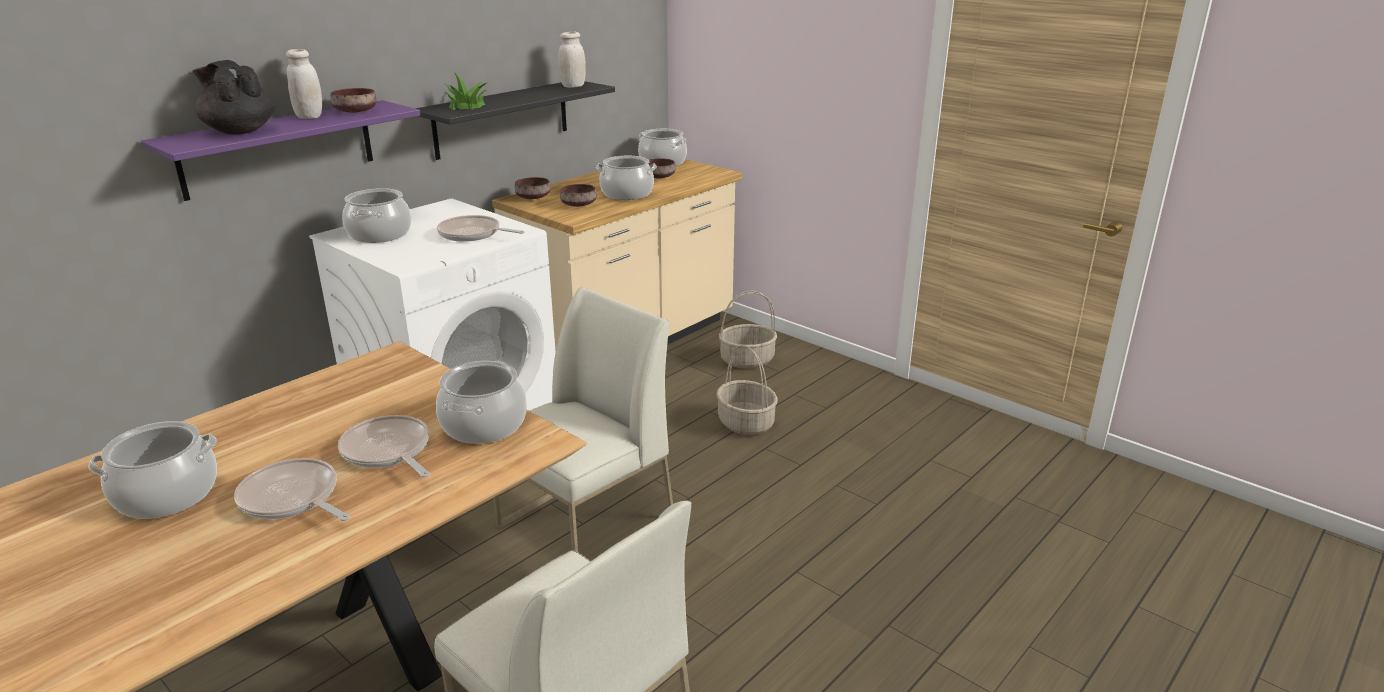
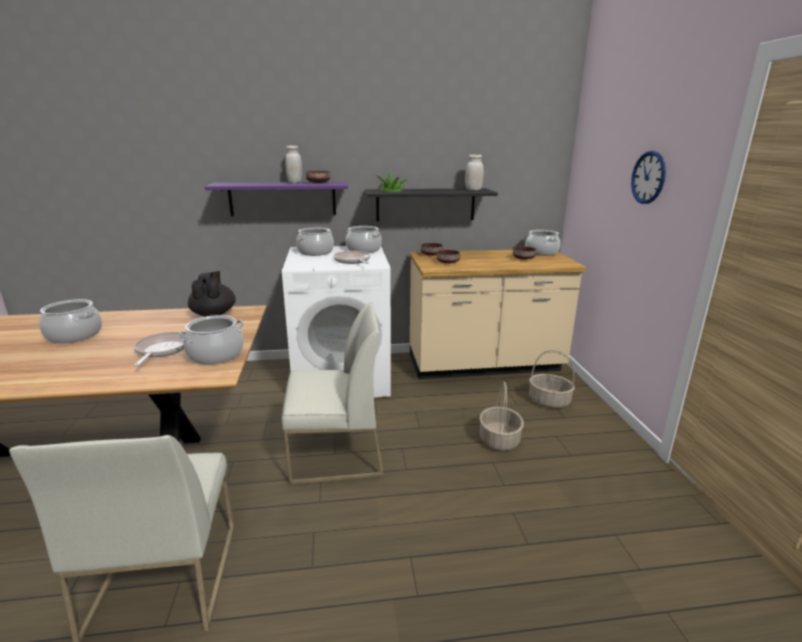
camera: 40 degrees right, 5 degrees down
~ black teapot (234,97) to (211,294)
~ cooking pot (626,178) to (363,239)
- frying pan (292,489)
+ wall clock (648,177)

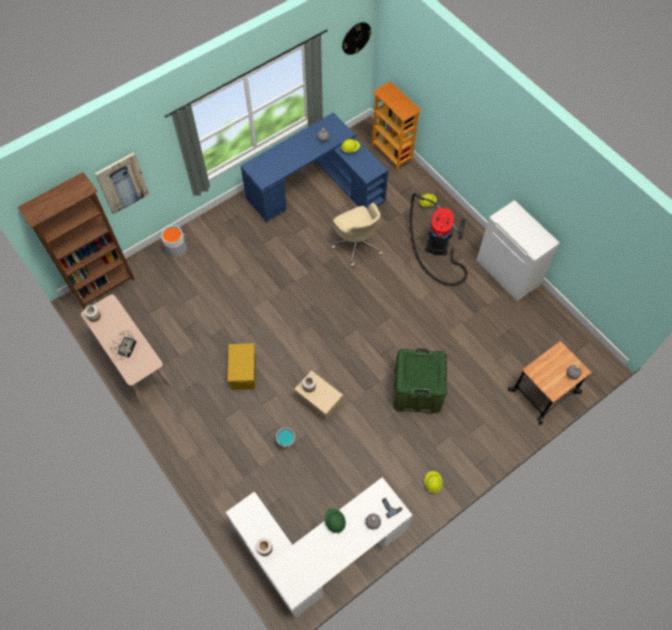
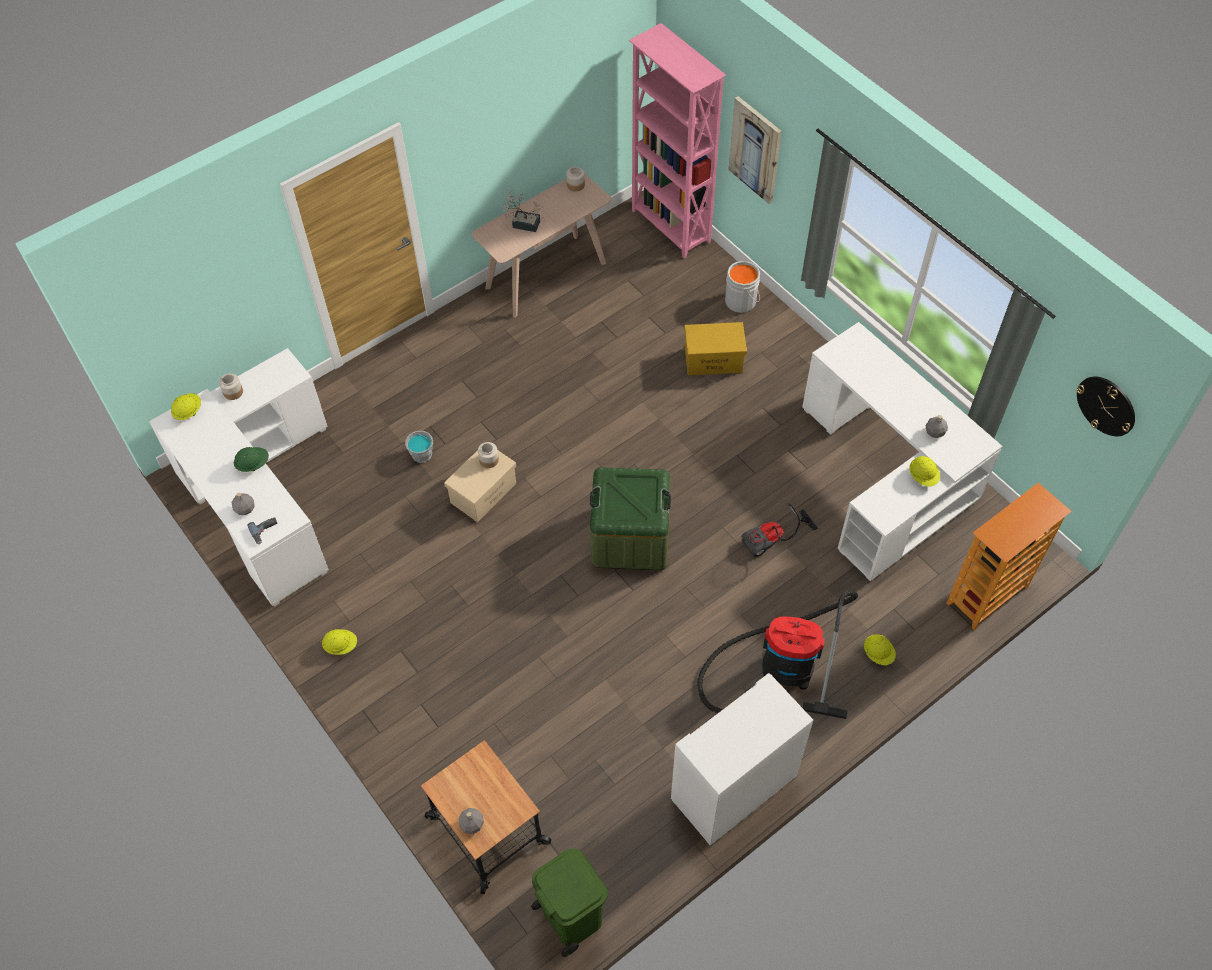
camera: 90 degrees right, 5 degrees down
~ blue desk (314,167) to white desk (902,451)
~ brown bookcase (75,240) to pink bookcase (677,140)
~ beige office chair (357,235) to vacuum cleaner (779,530)
~ yellow storage box (241,366) to (715,348)
~ green storage box (420,380) to (630,518)
+ yellow hard hat (186,406)
+ green trash can (569,903)

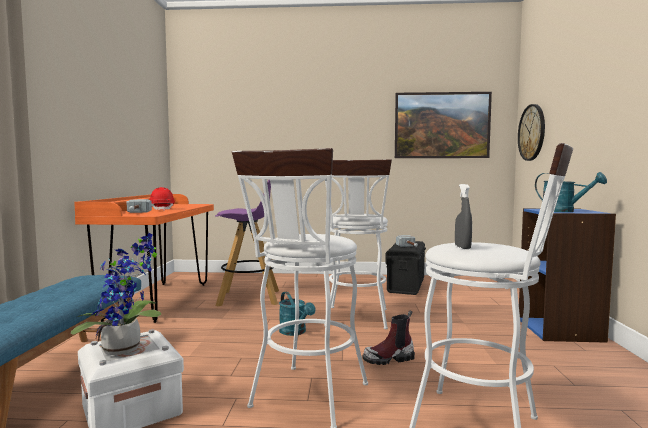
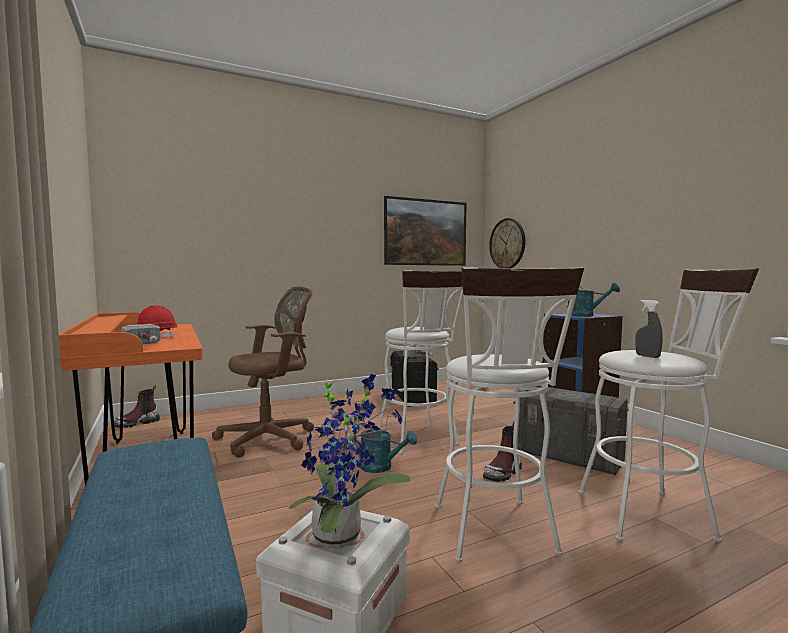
camera: 30 degrees left, 0 degrees up
~ purple stool (247,243) to brown office chair (263,372)
+ boot (137,406)
+ grey storage box (571,430)

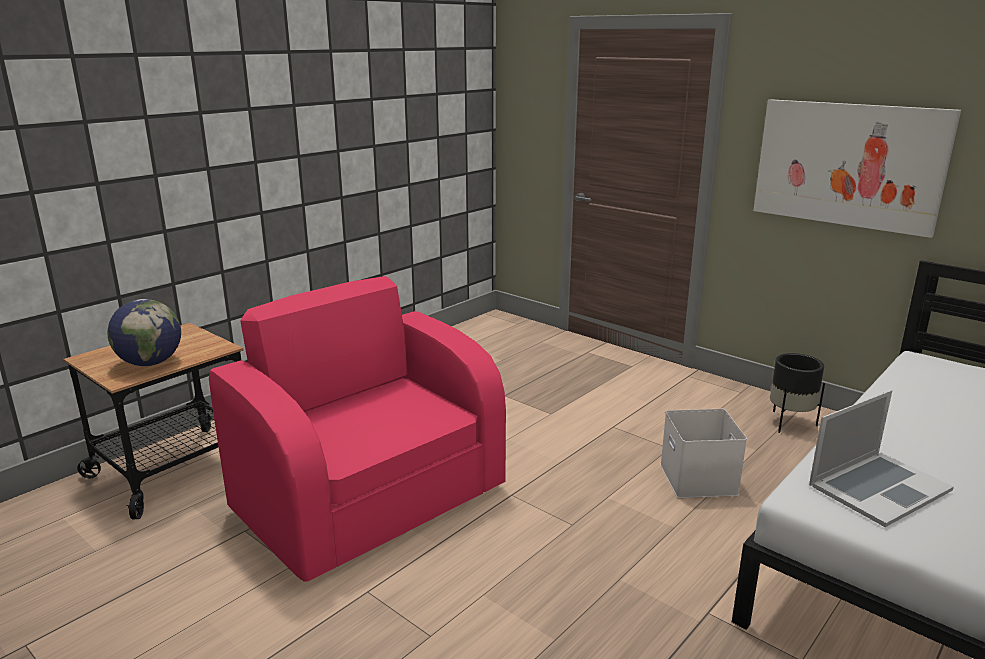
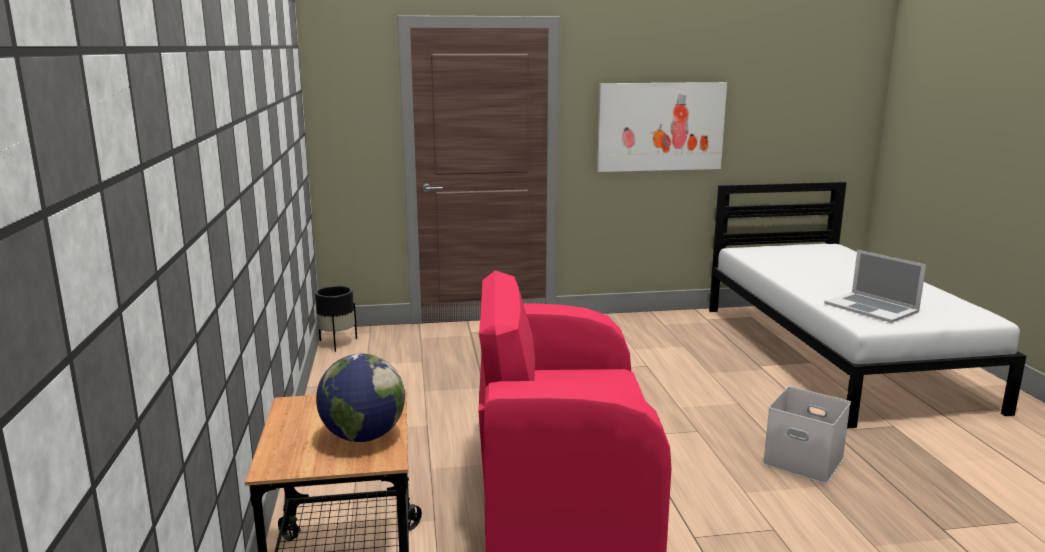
camera: 50 degrees left, 5 degrees down
~ black planter (797,393) to (336,319)
~ laptop (881,458) = (875,286) 135 degrees clockwise
~ white storage box (703,453) to (807,435)

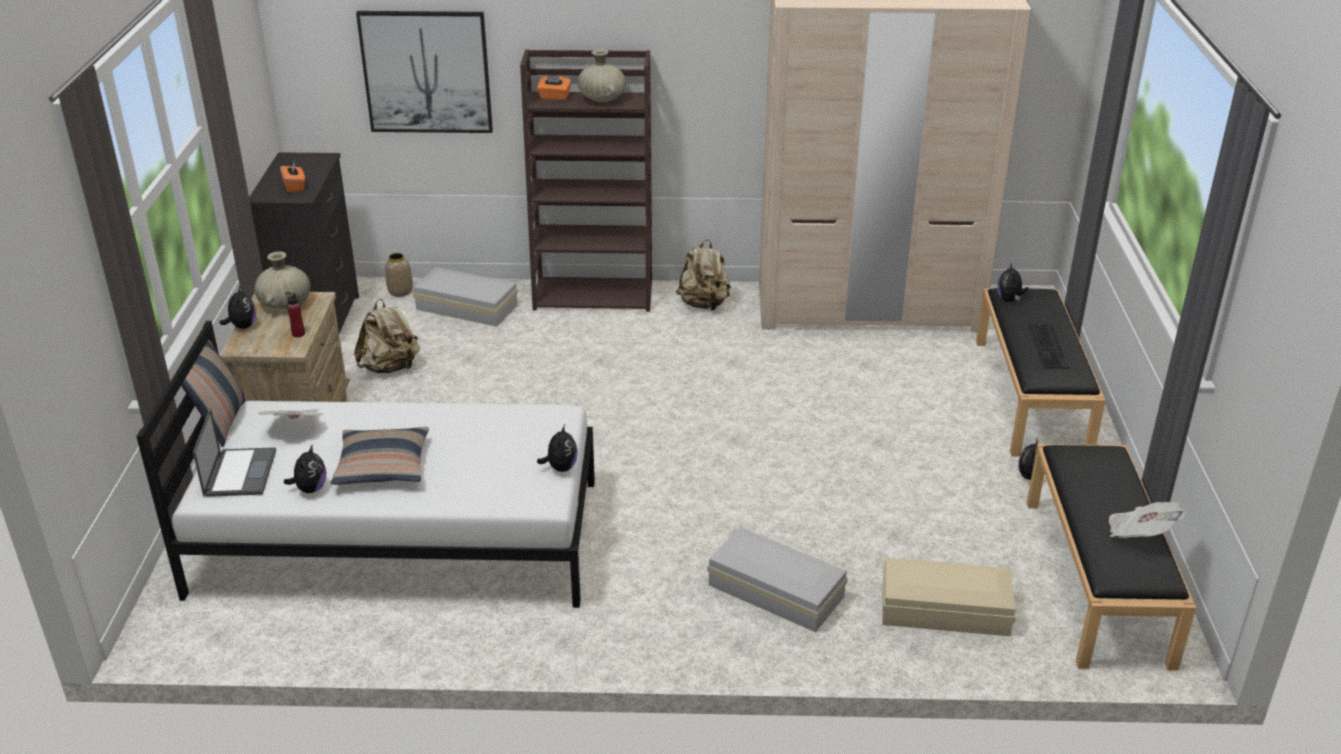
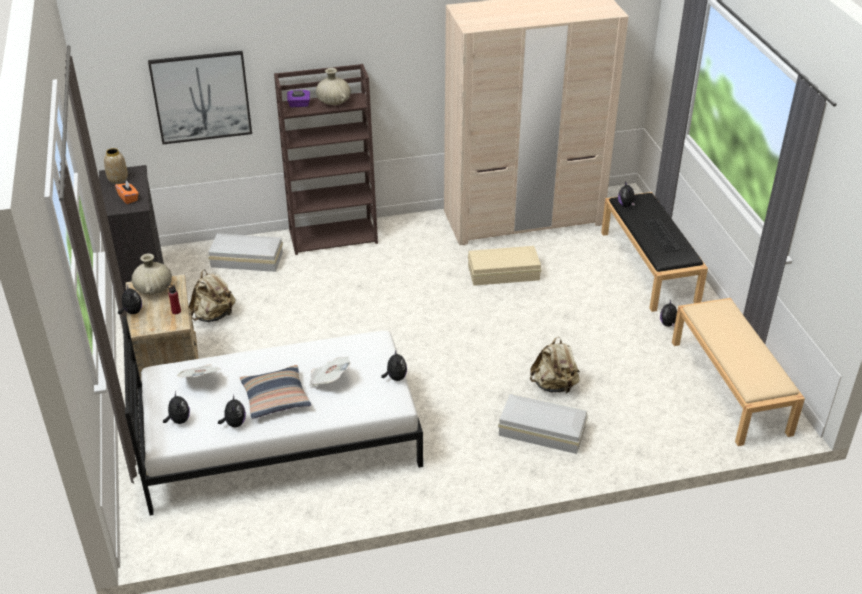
camera: 15 degrees left, 5 degrees up
~ orange tissue box (554,87) to purple tissue box (298,98)
~ beige backpack (703,275) to (555,365)
~ vase (399,275) to (116,166)
- pillow (214,393)
~ laptop (234,452) to plush toy (176,407)
~ black bench (1111,557) to beige bench (738,372)
~ newspaper (1147,520) to (330,371)
~ beige storage box (949,597) to (505,266)

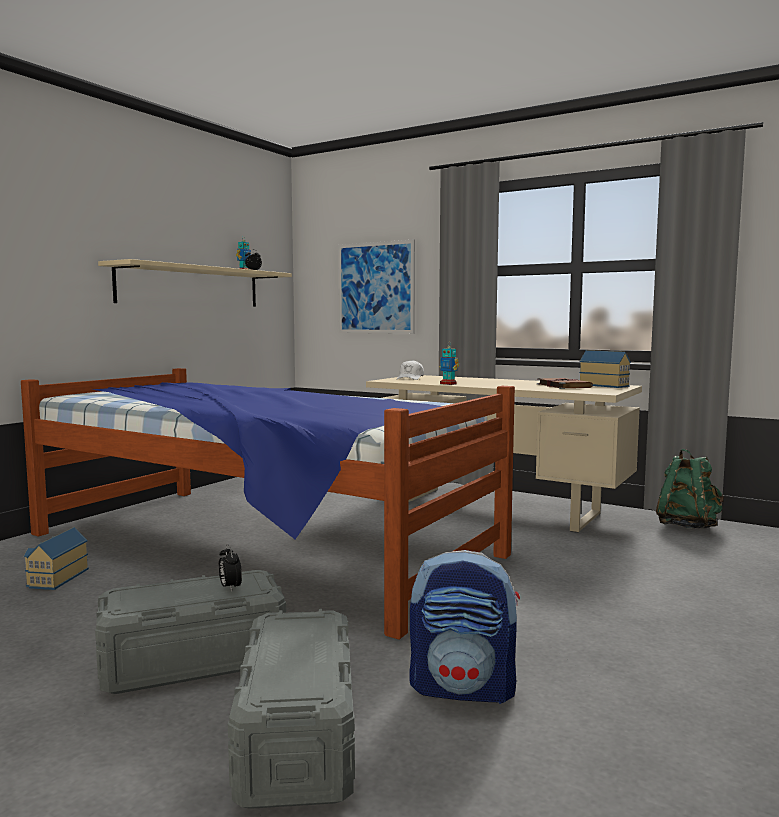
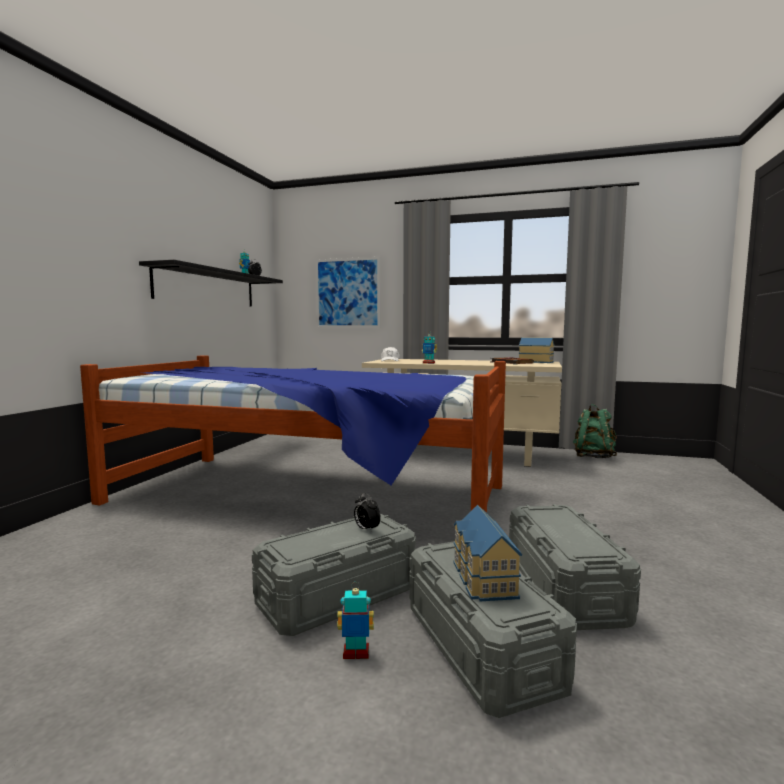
camera: 15 degrees left, 0 degrees up
~ beige shelf (195,283) to black shelf (211,283)
~ toy house (56,558) to (488,553)
~ backpack (465,627) to grey storage box (575,567)
+ toy robot (355,620)

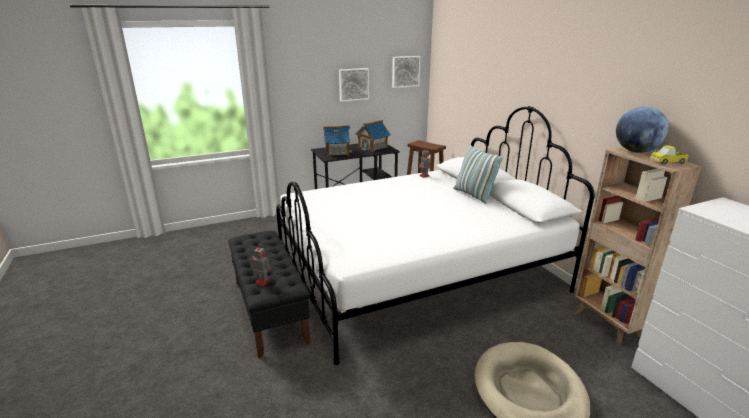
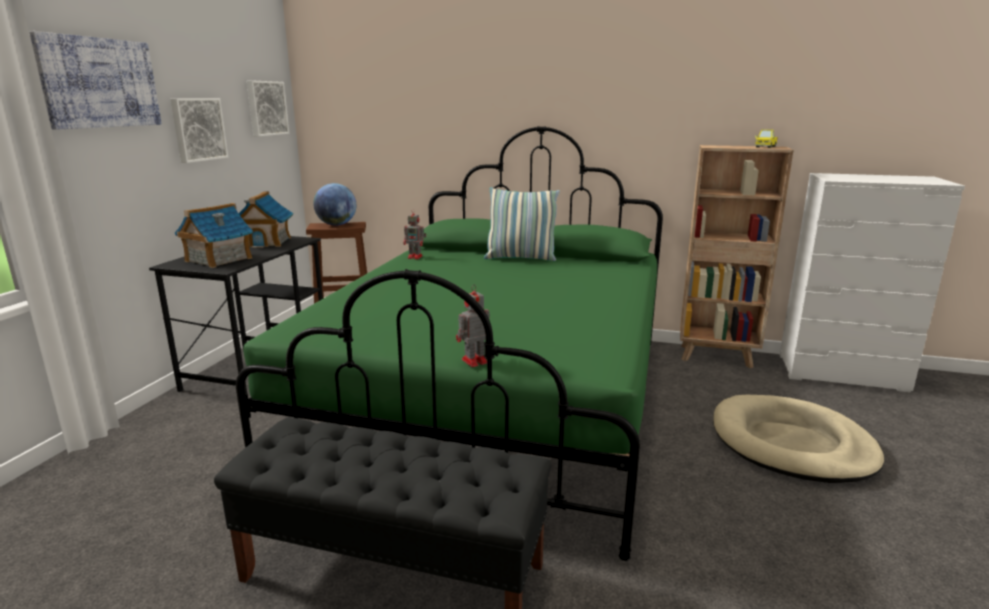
camera: 50 degrees left, 5 degrees down
~ white bed (435,235) to green bed (449,343)
~ globe (642,129) to (334,204)
~ toy robot (261,265) to (473,326)
+ picture (95,80)

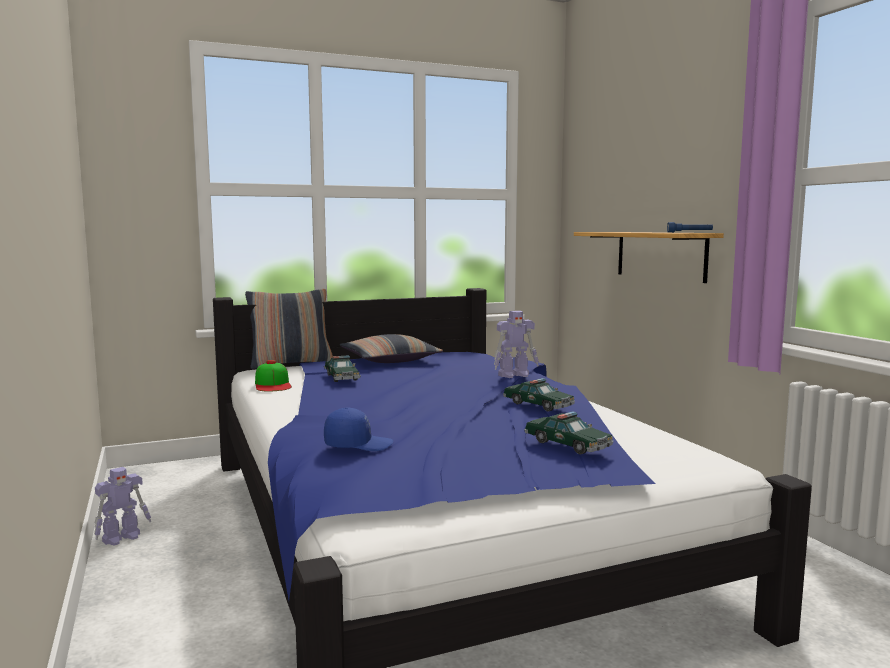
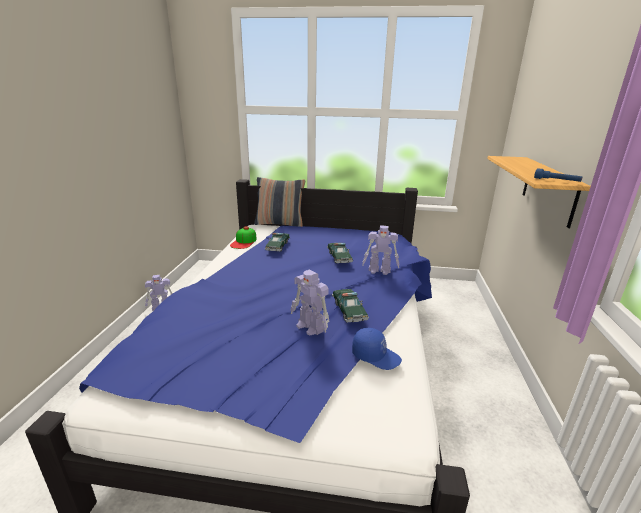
camera: 30 degrees right, 15 degrees up
- pillow (391,348)
~ blue cap (358,429) to (377,349)
~ toy car (569,432) to (340,253)
+ toy robot (310,302)

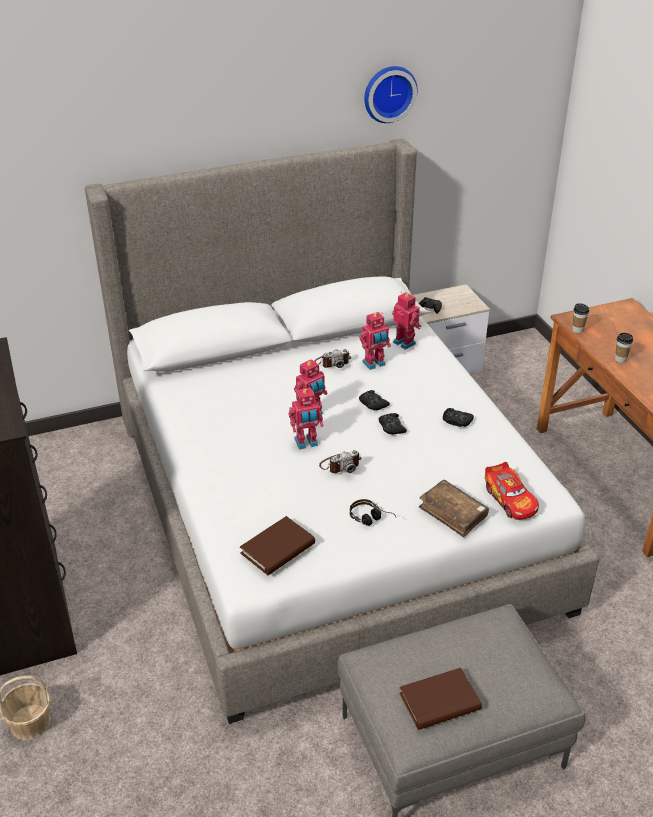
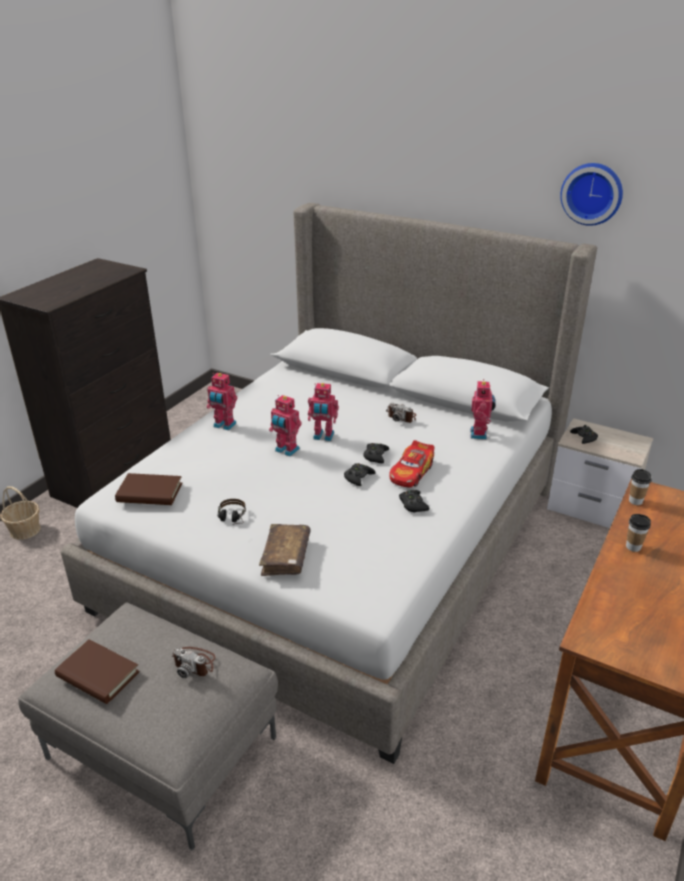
camera: 50 degrees right, 5 degrees down
~ toy robot (375,341) to (222,401)
~ photo camera (340,461) to (194,662)
~ toy car (512,491) to (411,463)

